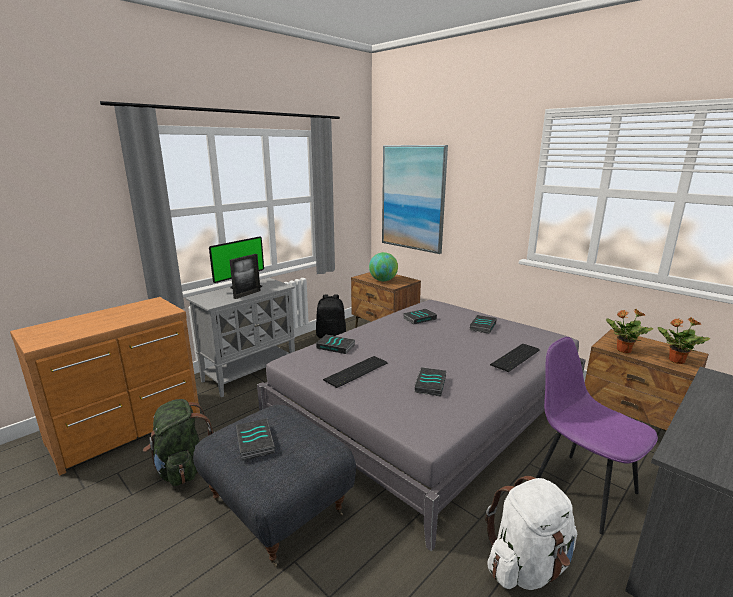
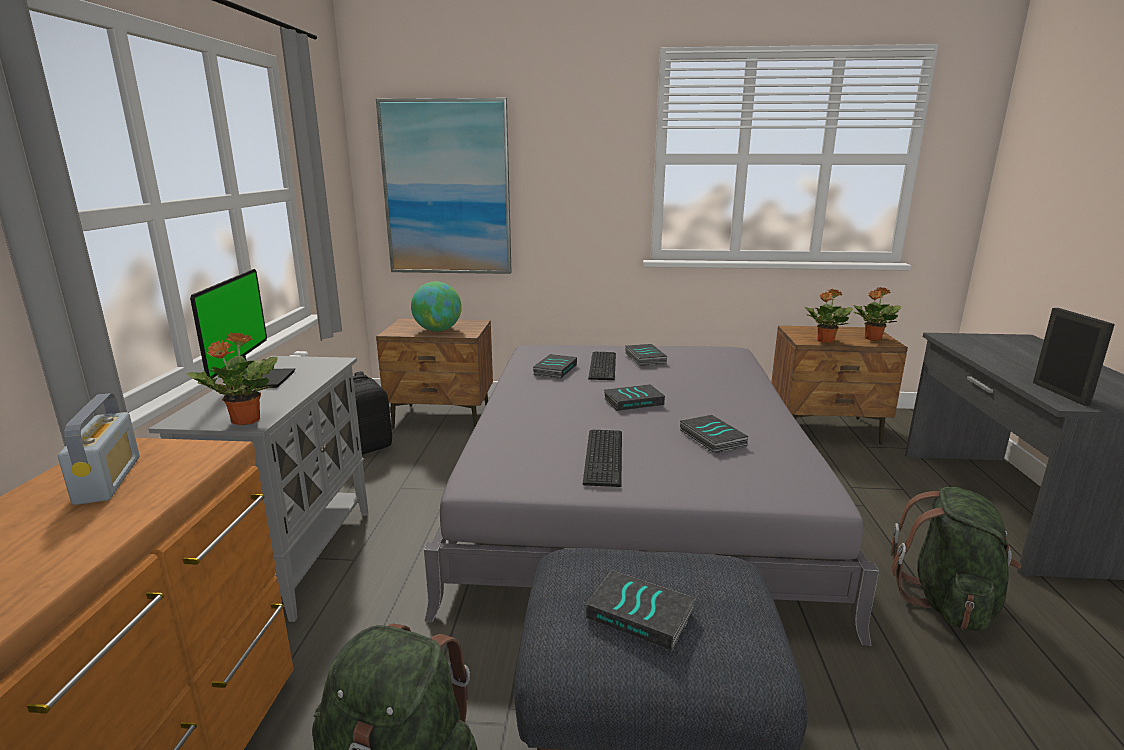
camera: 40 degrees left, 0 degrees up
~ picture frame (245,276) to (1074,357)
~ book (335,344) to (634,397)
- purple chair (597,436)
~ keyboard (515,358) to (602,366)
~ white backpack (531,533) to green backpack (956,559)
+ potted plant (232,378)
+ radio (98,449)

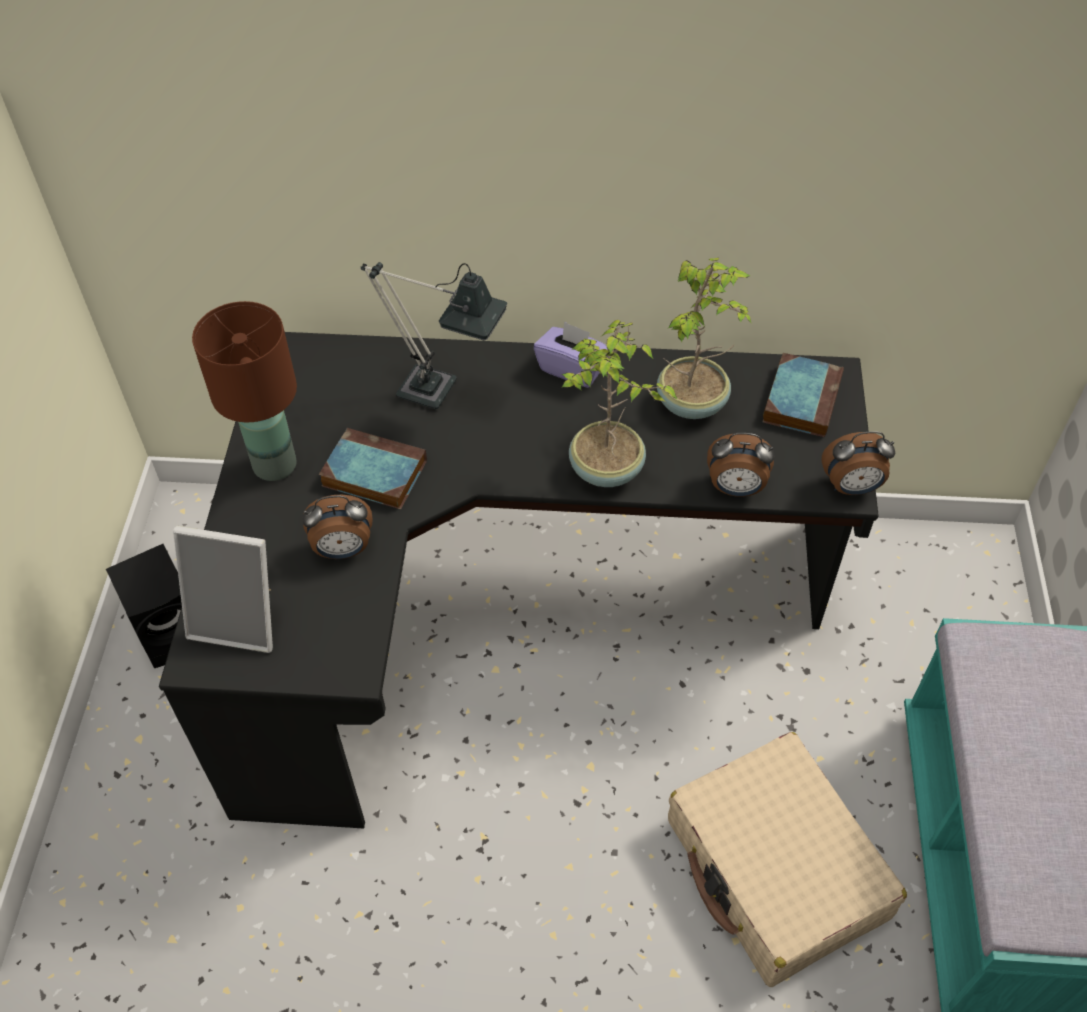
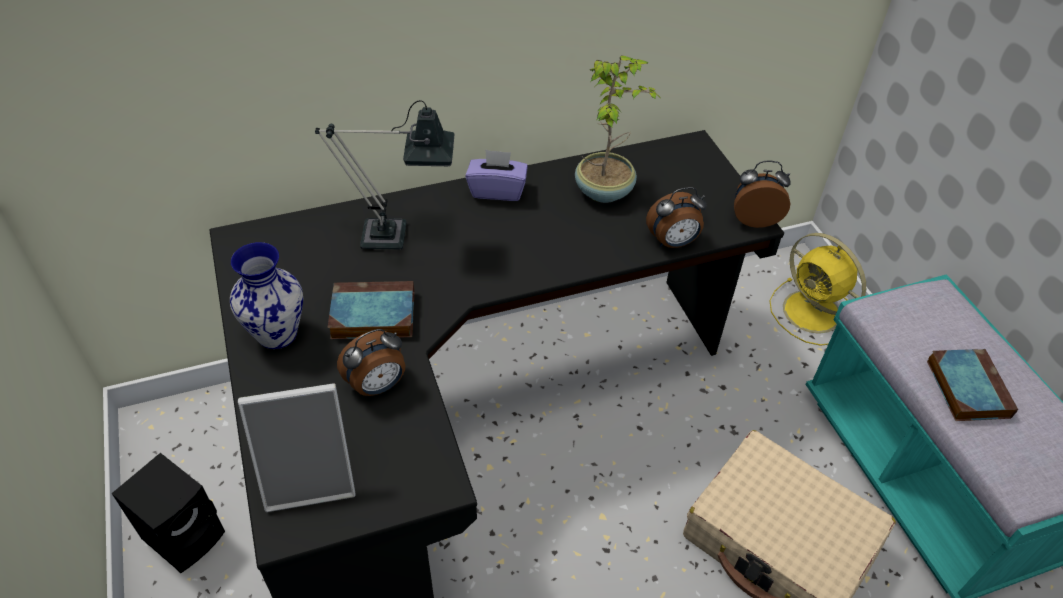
camera: 25 degrees left, 5 degrees down
~ brown table lamp (244,391) to vase (266,295)
- potted plant (619,403)
~ book (803,395) to (972,385)
~ alarm clock (858,463) = (762,194) 150 degrees counterclockwise
+ yellow fan (818,289)

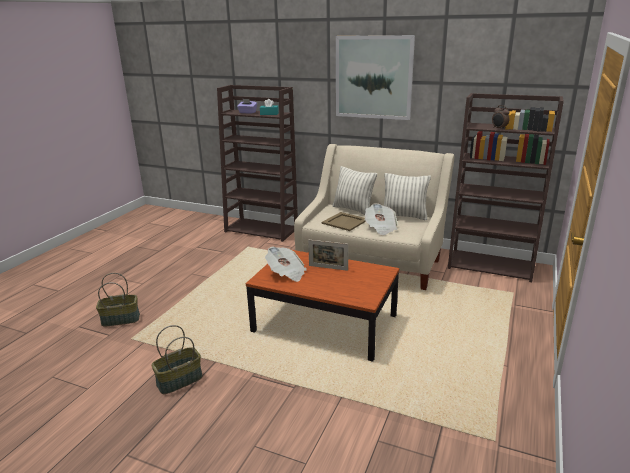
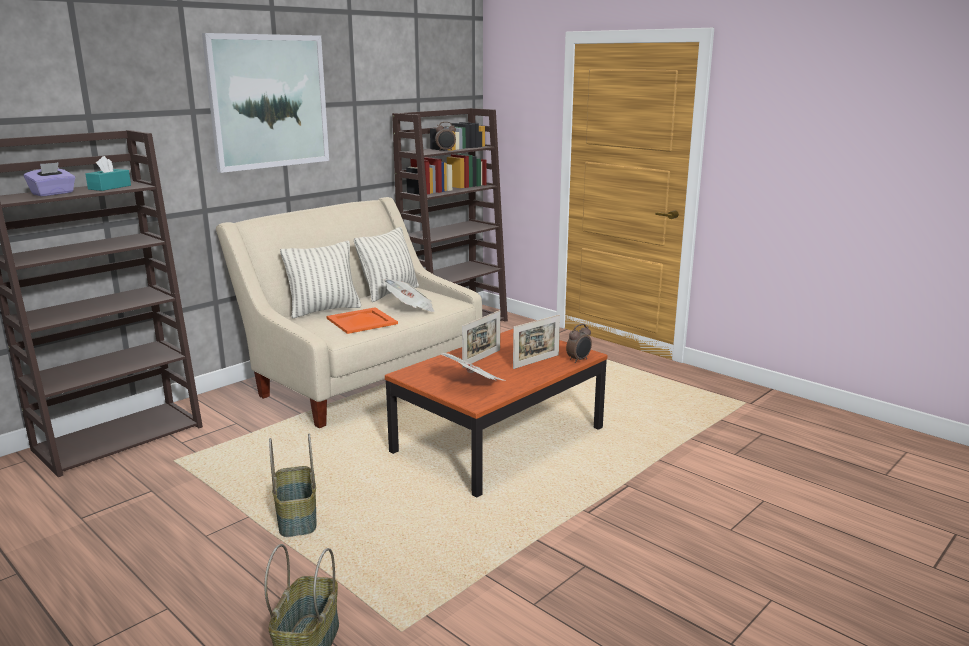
camera: 70 degrees left, 5 degrees down
~ beige tray (343,221) to orange tray (362,320)
~ basket (176,359) to (293,485)
+ picture frame (536,341)
+ alarm clock (579,343)

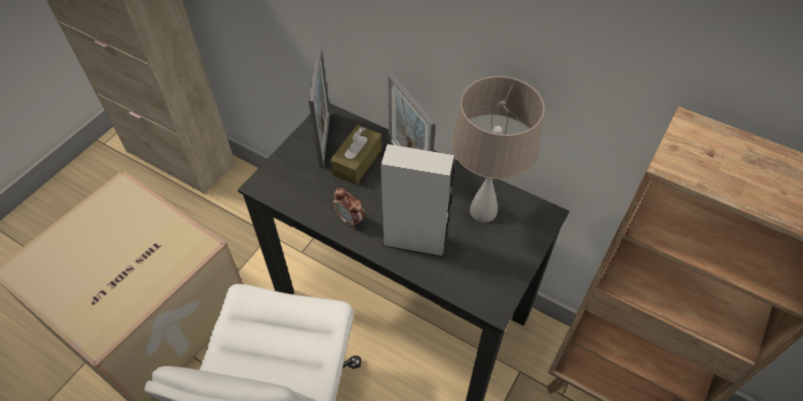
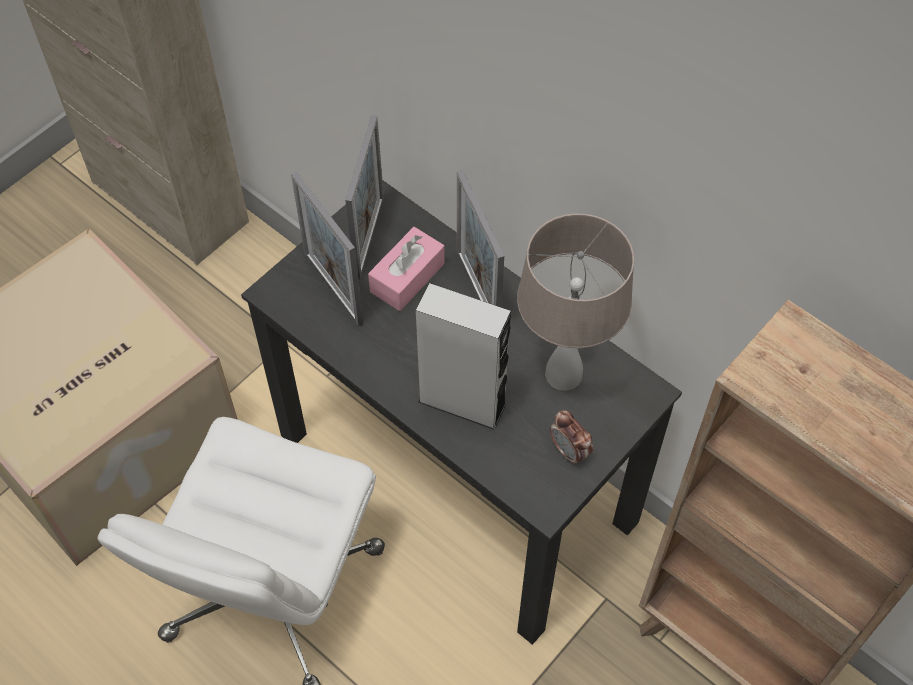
camera: 10 degrees right, 5 degrees up
~ brown tissue box (356,155) to pink tissue box (406,269)
~ alarm clock (349,208) to (571,437)
+ picture frame (327,249)

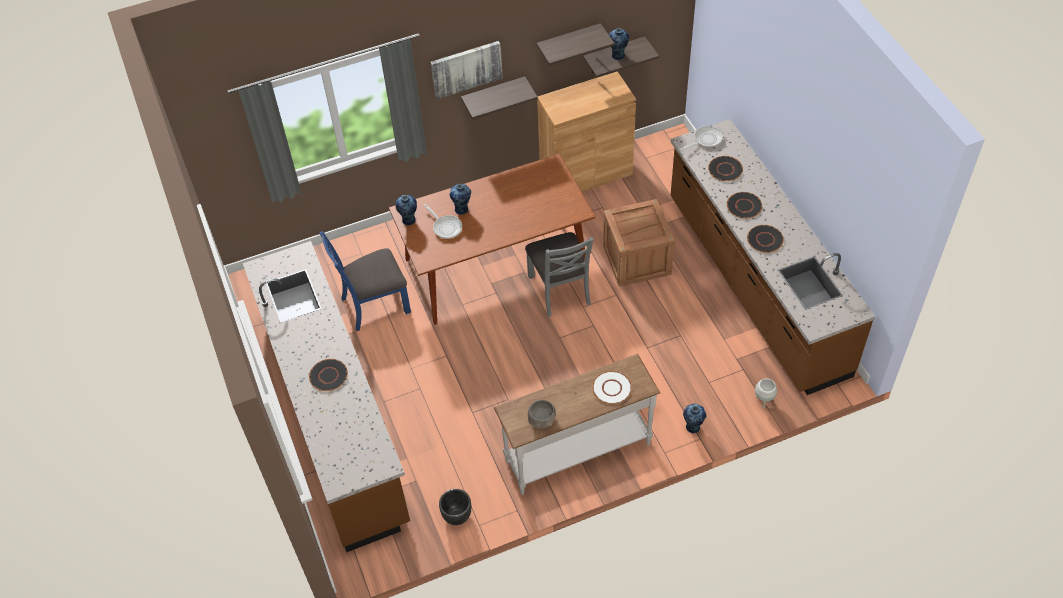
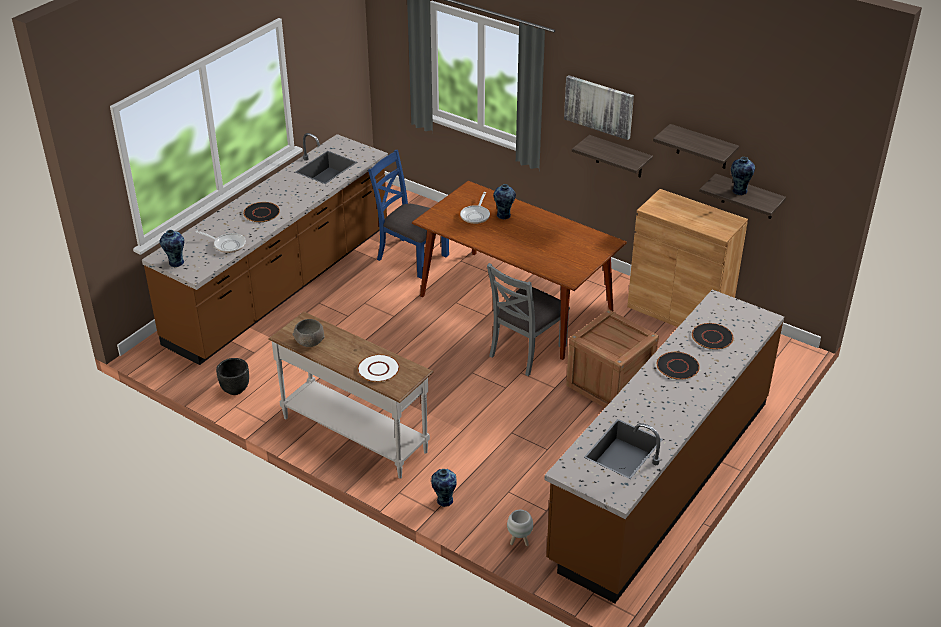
camera: 55 degrees right, 15 degrees down
~ frying pan (701,138) to (220,242)
~ vase (406,210) to (171,248)
- black plate (765,239)

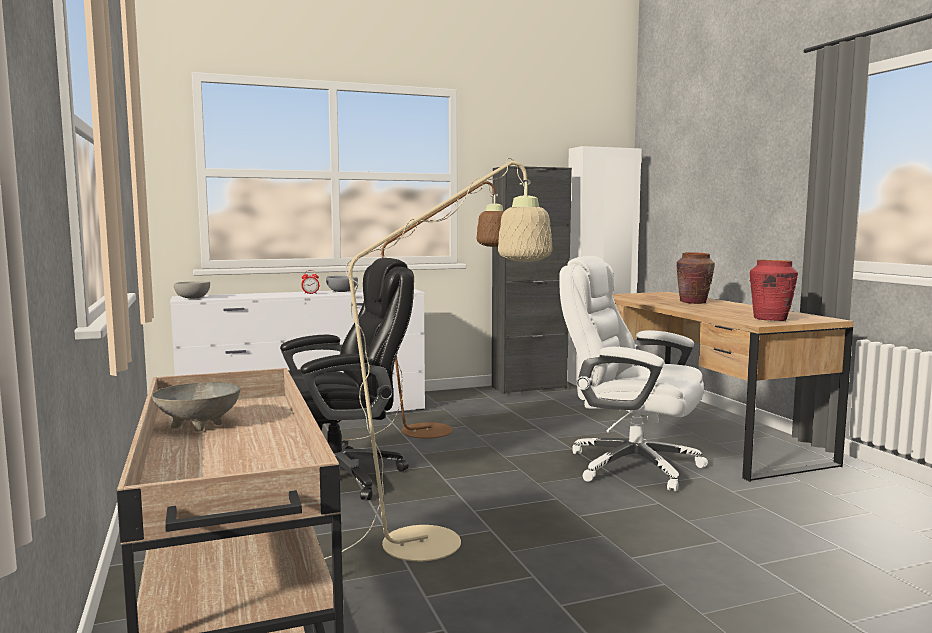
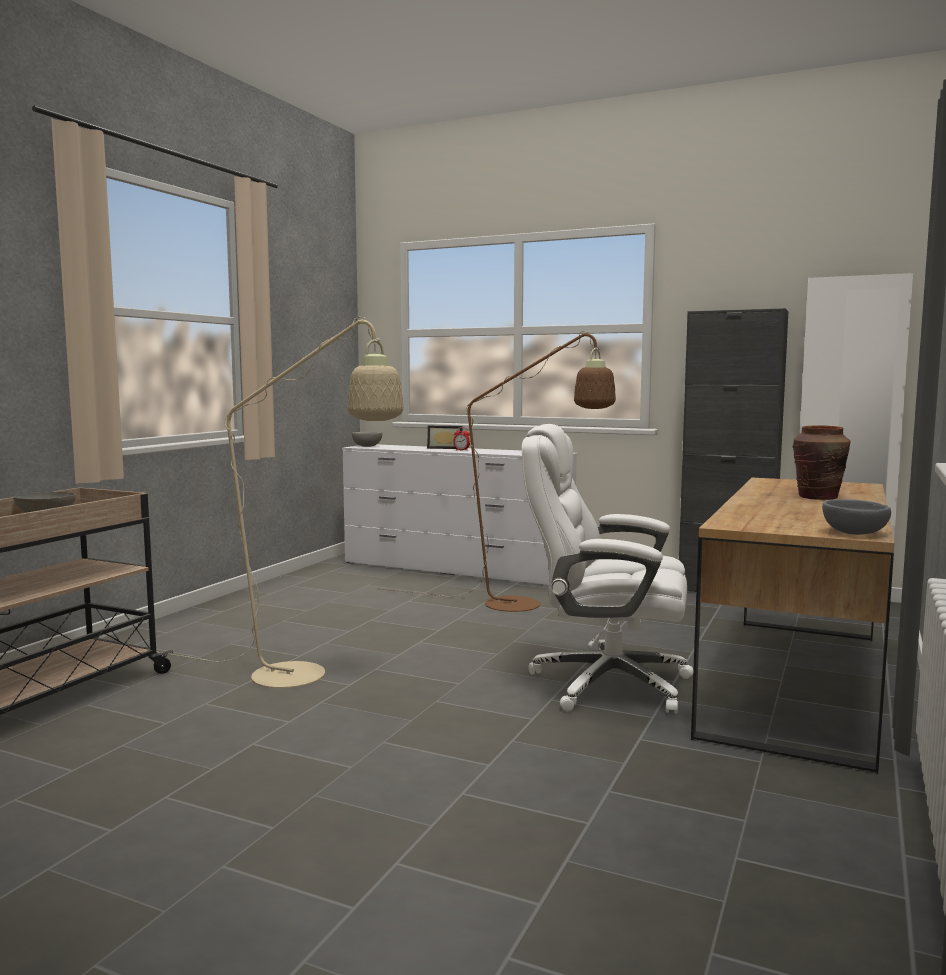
camera: 45 degrees right, 0 degrees up
~ white office chair (633,374) = (607,569) 60 degrees counterclockwise
- black office chair (347,379)
- red vase (773,290)
~ grey bowl (342,284) to (856,517)
+ picture frame (445,437)

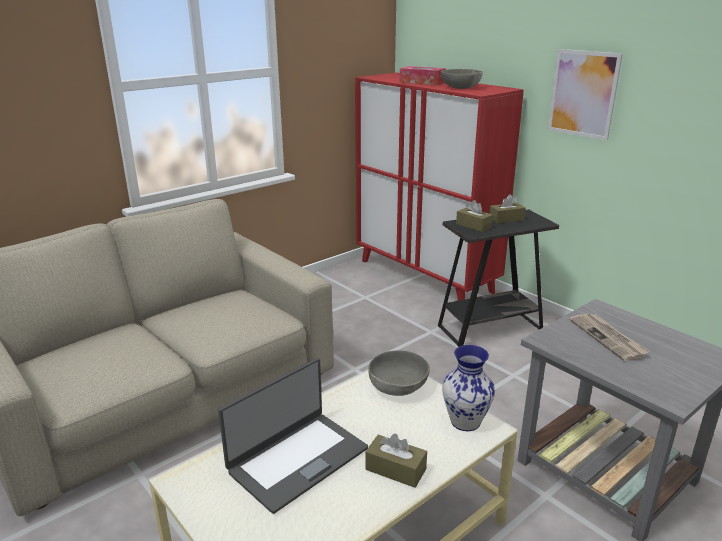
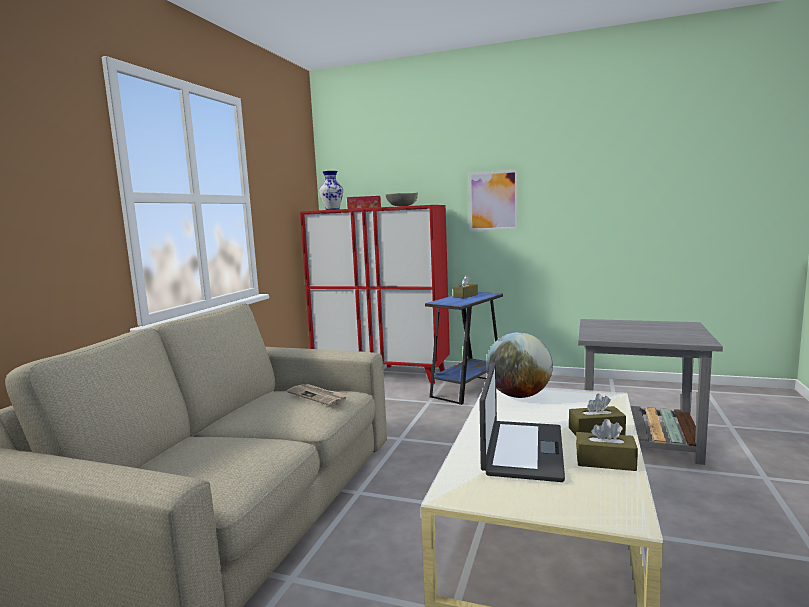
camera: 30 degrees left, 15 degrees down
~ brown tissue box (474,216) to (607,445)
~ black side table (498,278) to blue side table (464,348)
~ newspaper (609,337) to (317,395)
~ vase (468,388) to (331,190)
~ grey bowl (399,373) to globe (519,365)

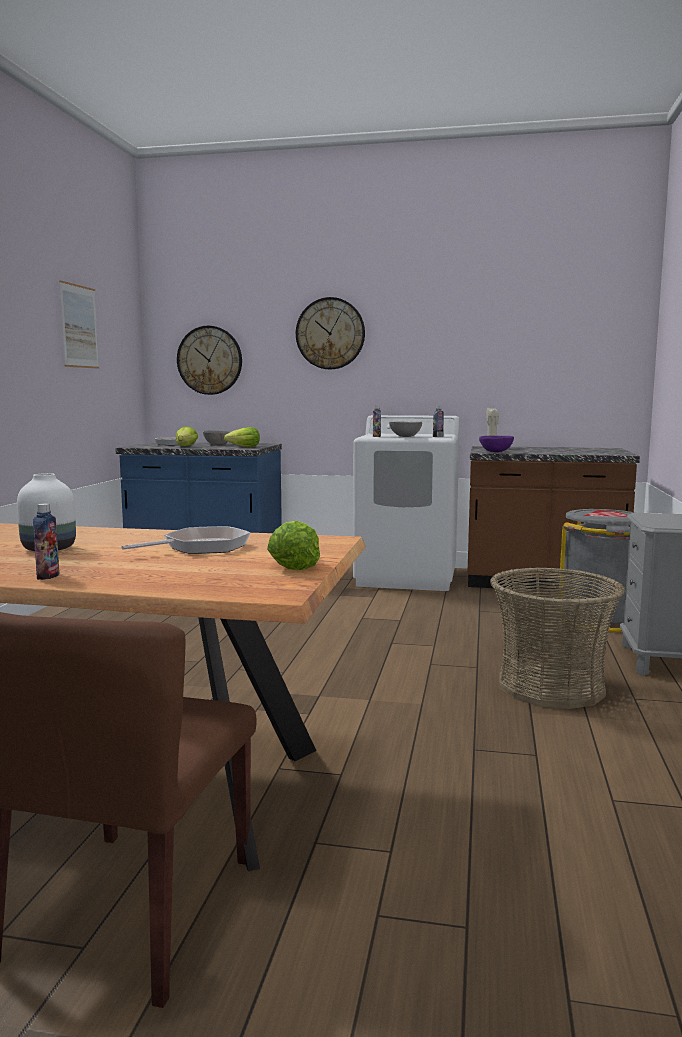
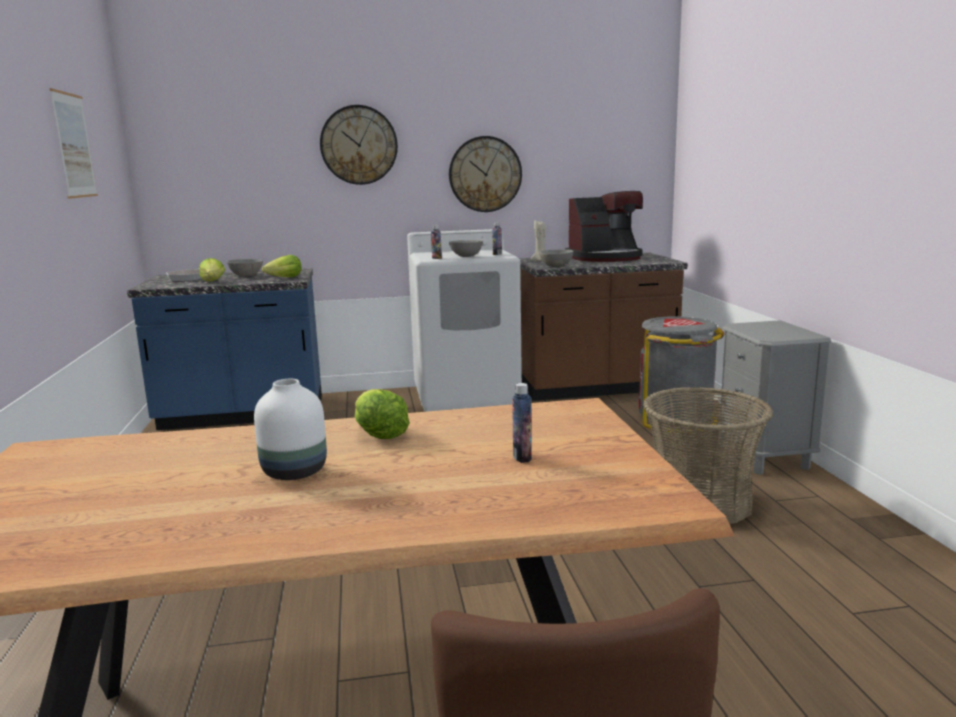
camera: 20 degrees left, 5 degrees up
~ wall clock (209,360) to (485,174)
~ purple bowl (496,444) to grey bowl (556,258)
~ bottle (46,541) to (522,423)
~ lettuce (293,545) to (382,414)
- frying pan (185,540)
+ coffee machine (604,226)

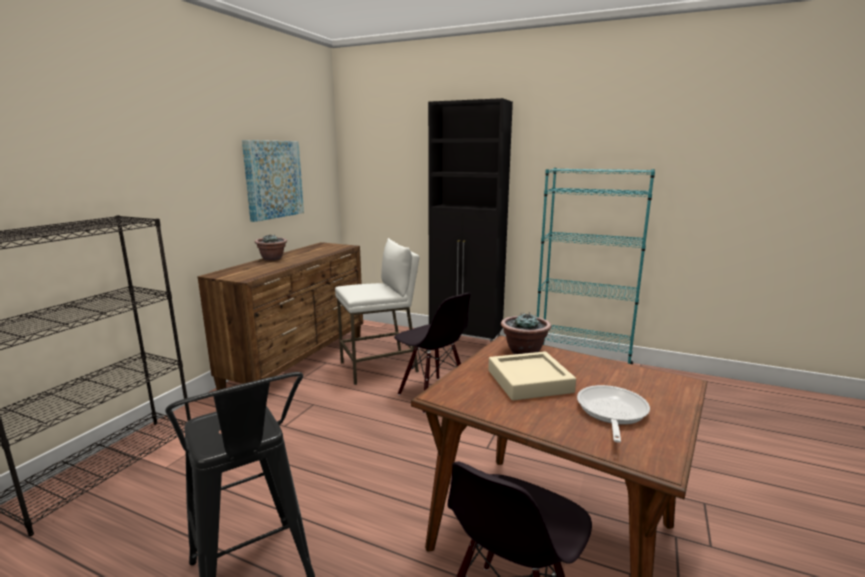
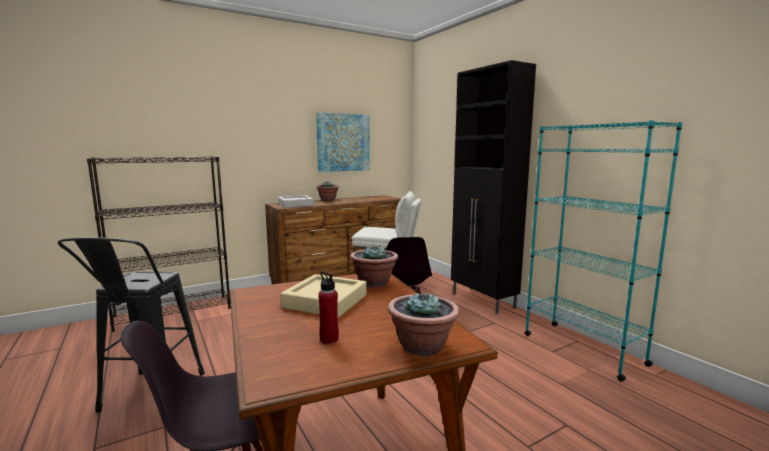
camera: 35 degrees right, 5 degrees down
~ frying pan (613,414) to red bottle (328,307)
+ grey tray (296,201)
+ potted plant (423,323)

